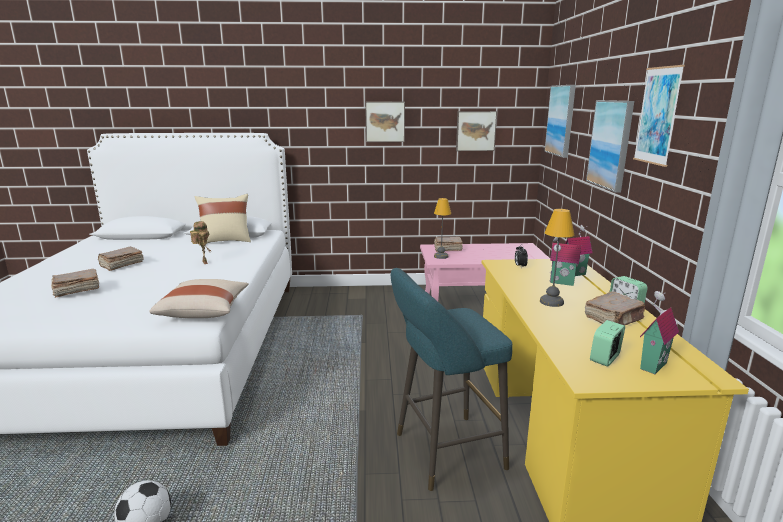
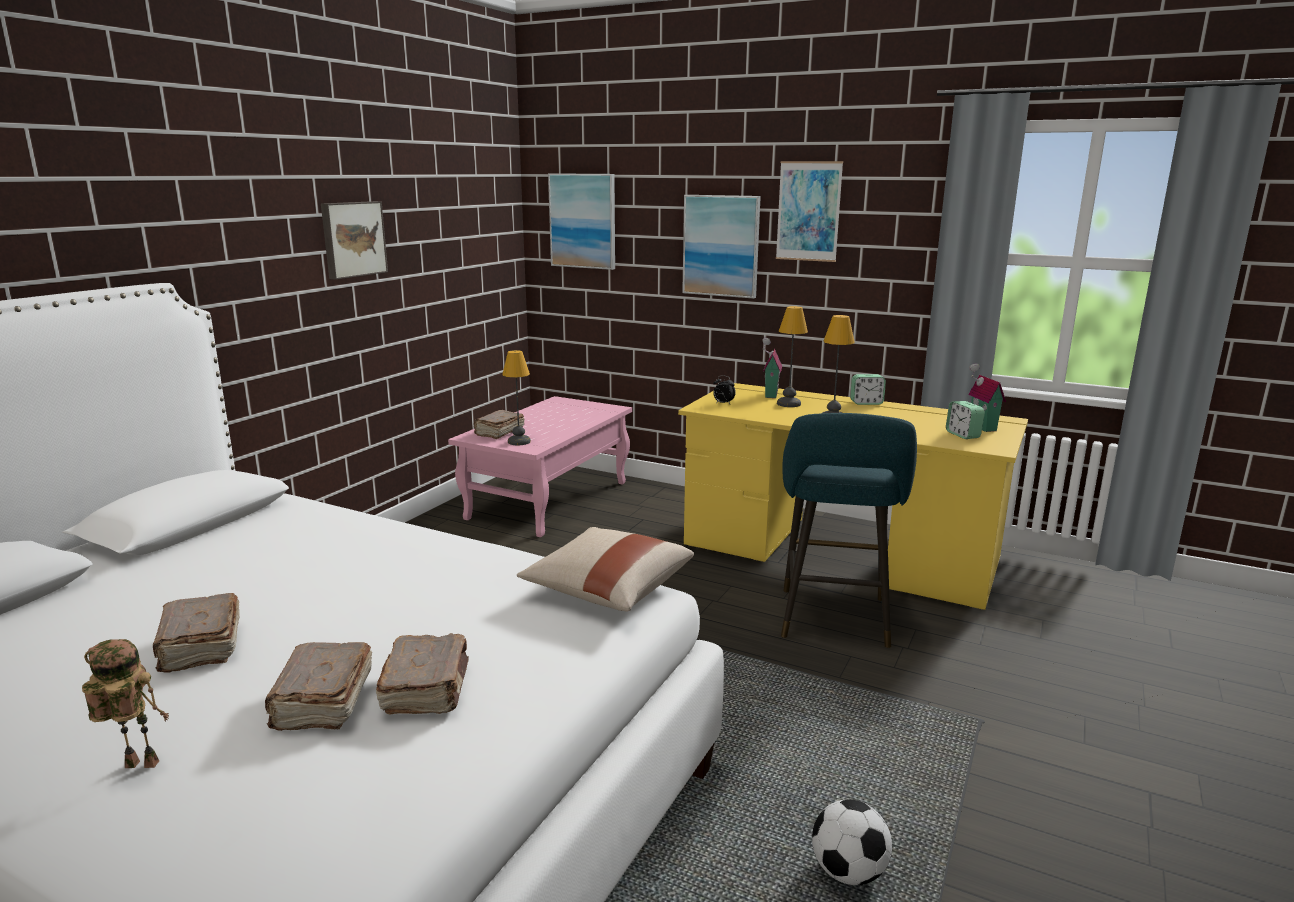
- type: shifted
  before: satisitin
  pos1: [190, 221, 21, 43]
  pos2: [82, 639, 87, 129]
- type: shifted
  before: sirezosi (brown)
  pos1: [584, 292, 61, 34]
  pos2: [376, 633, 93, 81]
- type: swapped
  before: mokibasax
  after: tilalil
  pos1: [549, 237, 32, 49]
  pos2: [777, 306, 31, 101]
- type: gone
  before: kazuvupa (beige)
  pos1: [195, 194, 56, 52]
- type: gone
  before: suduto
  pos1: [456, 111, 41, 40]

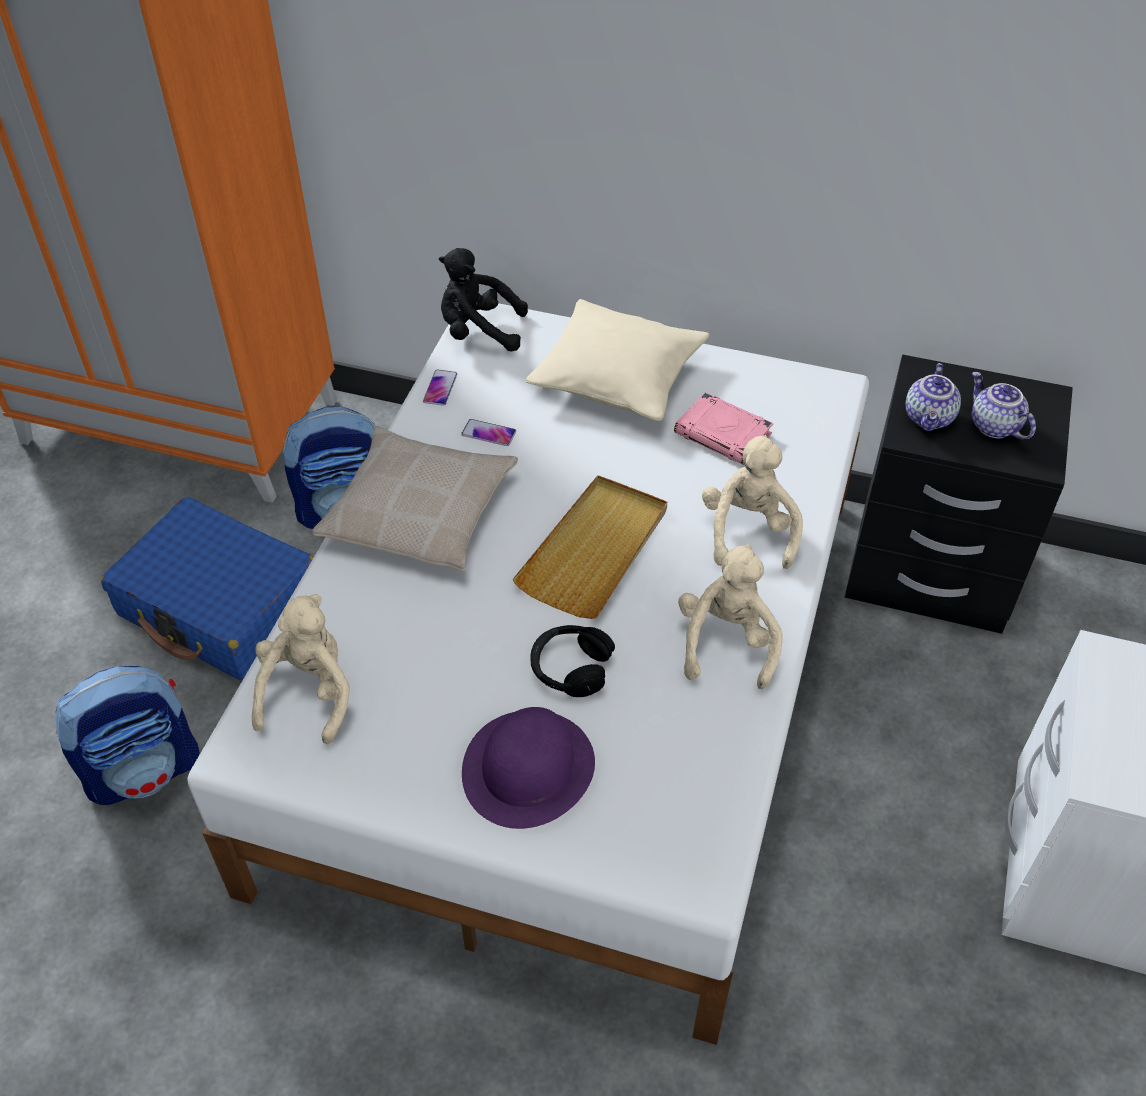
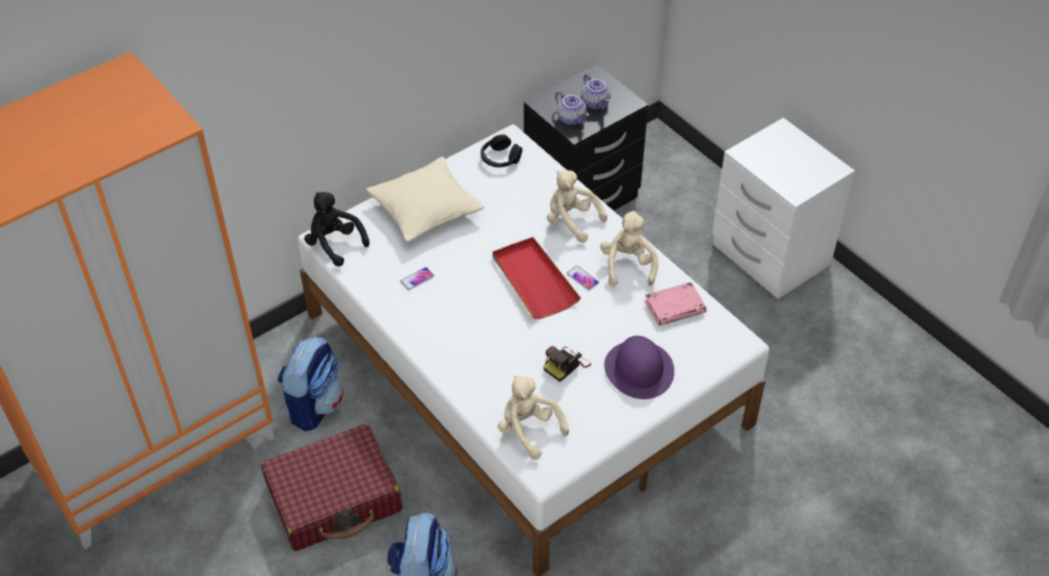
- type: repainted
  before: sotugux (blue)
  after: sotugux (red)
  pos1: [101, 497, 213, 184]
  pos2: [261, 424, 141, 127]
- type: rotated
  before: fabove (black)
  pos1: [439, 248, 89, 104]
  pos2: [304, 192, 65, 75]
  turn: 90
- type: shifted
  before: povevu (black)
  pos1: [531, 625, 84, 72]
  pos2: [481, 134, 41, 33]
- type: repainted
  before: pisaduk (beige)
  after: pisaduk (red)
  pos1: [512, 475, 155, 144]
  pos2: [492, 237, 89, 82]
- type: new
  after: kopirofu
  pos2: [543, 346, 48, 36]
- type: shifted
  before: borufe
  pos1: [423, 369, 34, 37]
  pos2: [567, 266, 32, 24]
- type: rotated
  before: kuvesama
  pos1: [972, 372, 64, 68]
  pos2: [581, 74, 30, 35]
  turn: -120
- type: rotated
  before: fabove (beige)
  pos1: [678, 544, 105, 146]
  pos2: [600, 211, 58, 75]
  turn: 45
- type: shifted
  before: sirezosi (pink)
  pos1: [674, 392, 99, 73]
  pos2: [645, 282, 61, 44]
- type: gone
  before: kazuvupa (beige)
  pos1: [312, 426, 206, 145]

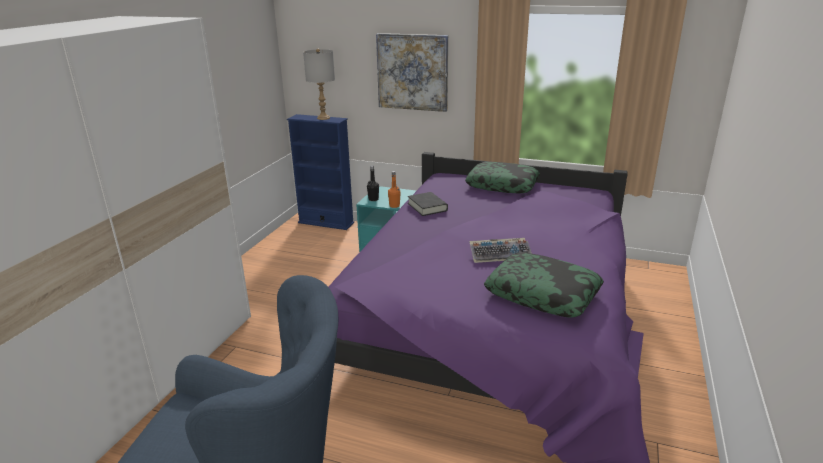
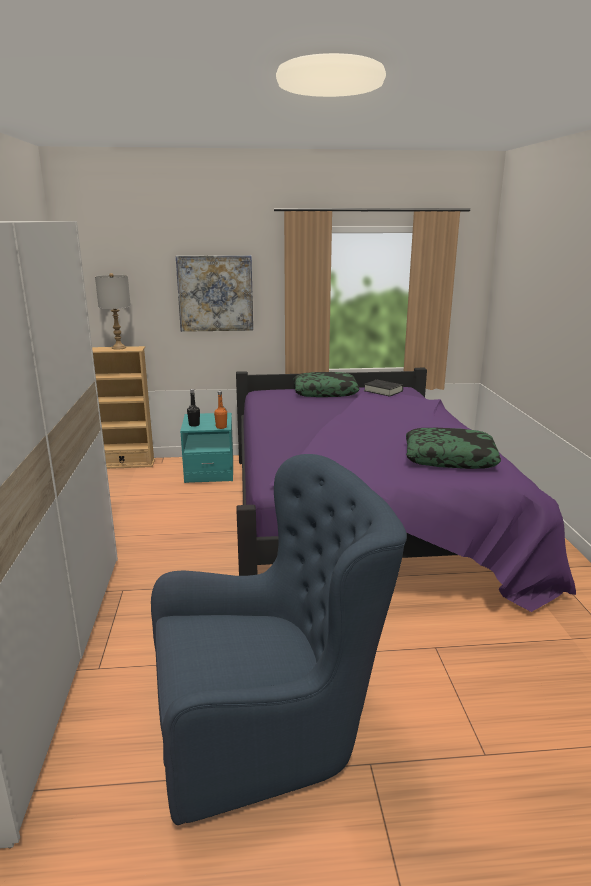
- type: repainted
  before: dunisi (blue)
  after: dunisi (beige)
  pos1: [287, 114, 67, 116]
  pos2: [92, 346, 63, 123]
- type: shifted
  before: sirezosi (black)
  pos1: [408, 192, 40, 24]
  pos2: [364, 380, 39, 17]
- type: gone
  before: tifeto
  pos1: [469, 238, 63, 25]

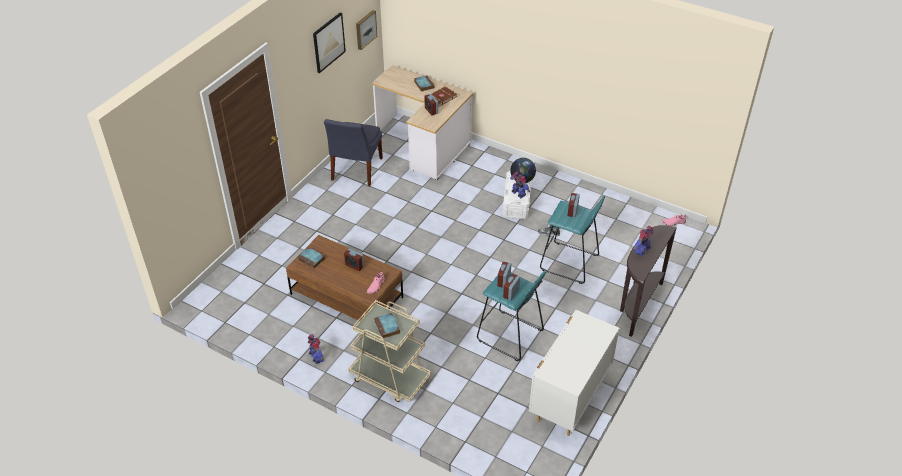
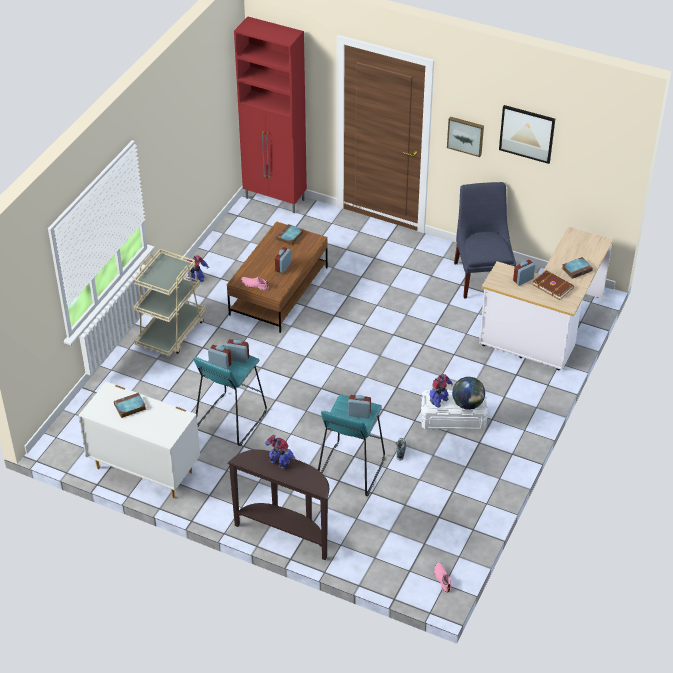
- type: shifted
  before: sirezosi
  pos1: [374, 313, 26, 25]
  pos2: [114, 393, 32, 25]
- type: new
  after: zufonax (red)
  pos2: [234, 17, 73, 196]
- type: shifted
  before: suduto
  pos1: [356, 10, 21, 40]
  pos2: [447, 116, 37, 41]
- type: rotated
  before: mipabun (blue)
  pos1: [324, 119, 59, 67]
  pos2: [454, 182, 62, 117]
  turn: 75

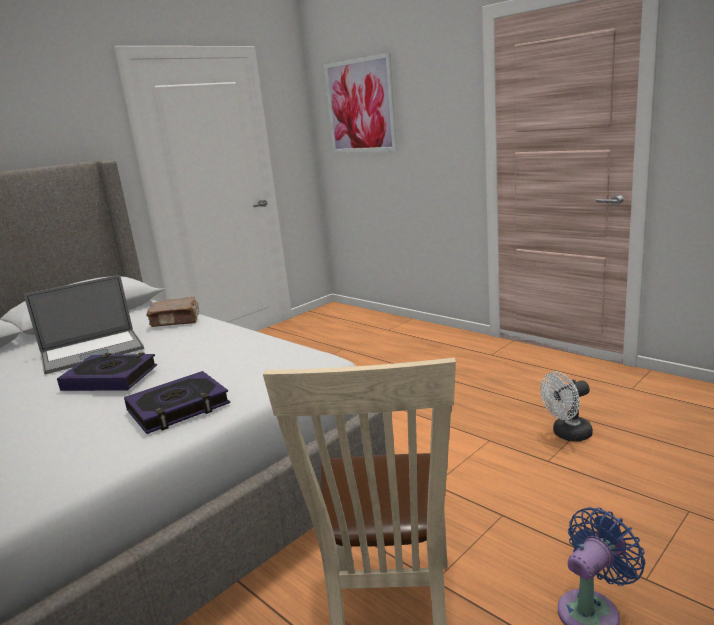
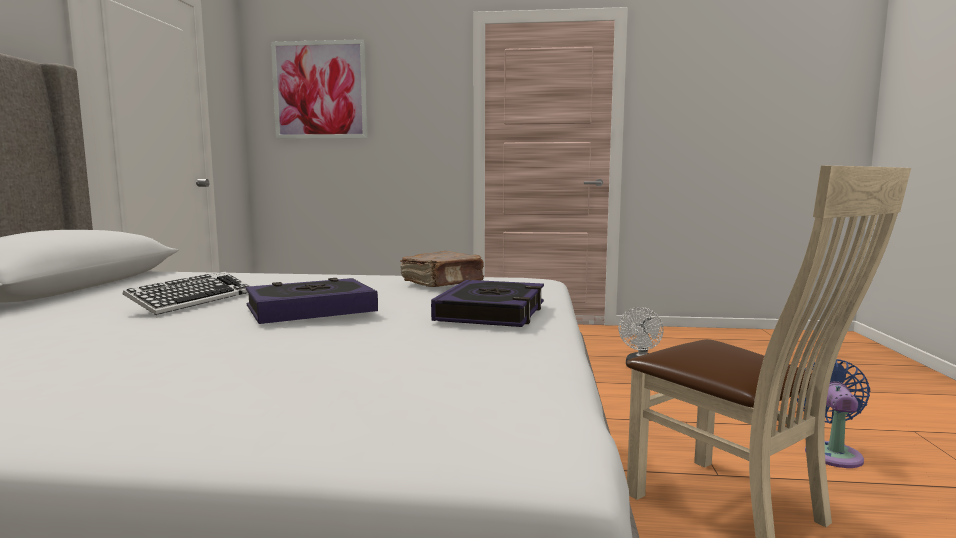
- type: swapped
  before: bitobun
  after: tifeto
  pos1: [24, 275, 120, 100]
  pos2: [123, 271, 127, 44]
- type: shifted
  before: sirezosi (brown)
  pos1: [147, 297, 52, 30]
  pos2: [400, 251, 84, 36]

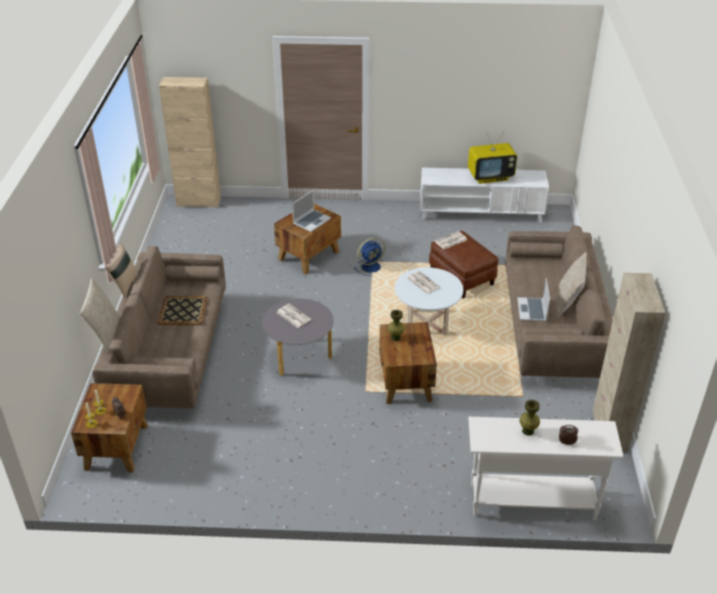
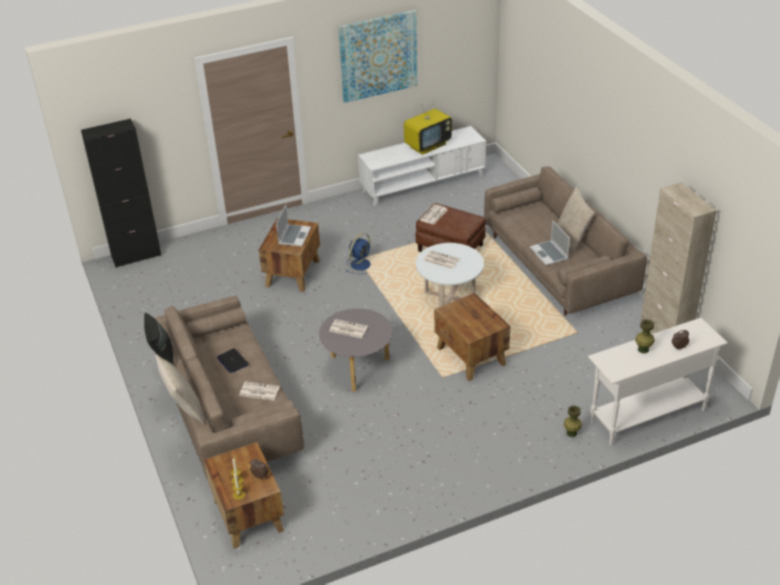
- type: repainted
  before: zufonax (beige)
  after: zufonax (black)
  pos1: [159, 77, 62, 131]
  pos2: [81, 119, 81, 149]
- type: repainted
  before: kazuvupa (beige)
  after: kazuvupa (black)
  pos1: [105, 243, 33, 55]
  pos2: [144, 313, 30, 52]
- type: swapped
  before: pisaduk
  after: bitobun
  pos1: [157, 296, 51, 29]
  pos2: [217, 348, 32, 25]
- type: new
  after: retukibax
  pos2: [239, 381, 41, 20]
- type: new
  after: suduto
  pos2: [338, 10, 79, 93]
- type: shifted
  before: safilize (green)
  pos1: [388, 310, 17, 31]
  pos2: [564, 405, 18, 32]

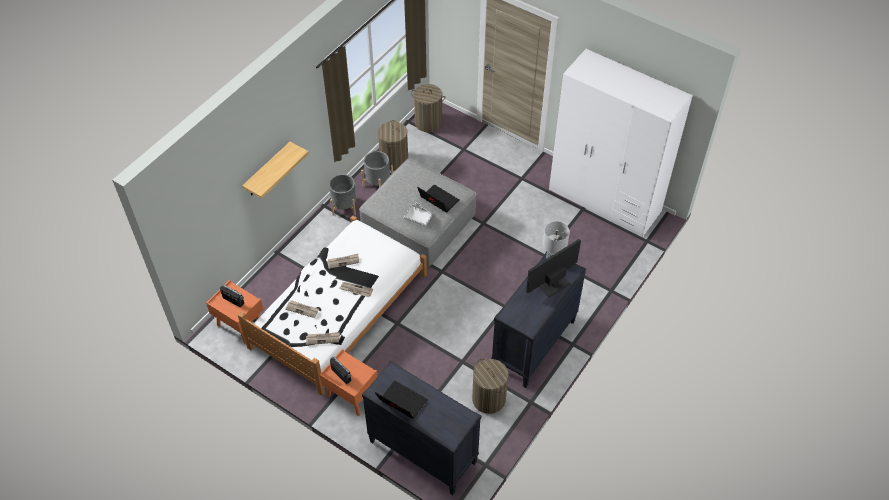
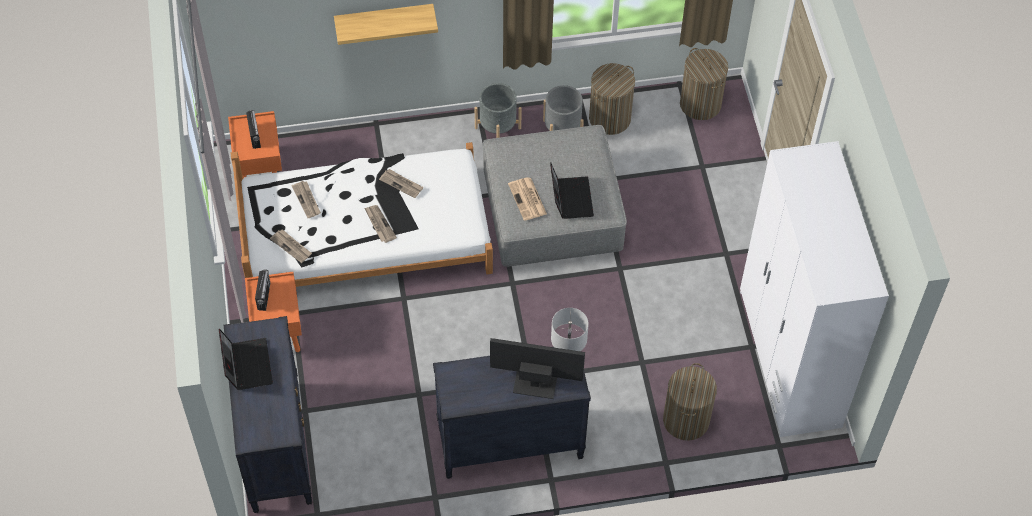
- type: swapped
  before: pisaduk (grey)
  after: retukibax
  pos1: [404, 203, 28, 23]
  pos2: [508, 177, 39, 44]
- type: shifted
  before: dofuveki
  pos1: [472, 358, 37, 56]
  pos2: [663, 363, 54, 78]

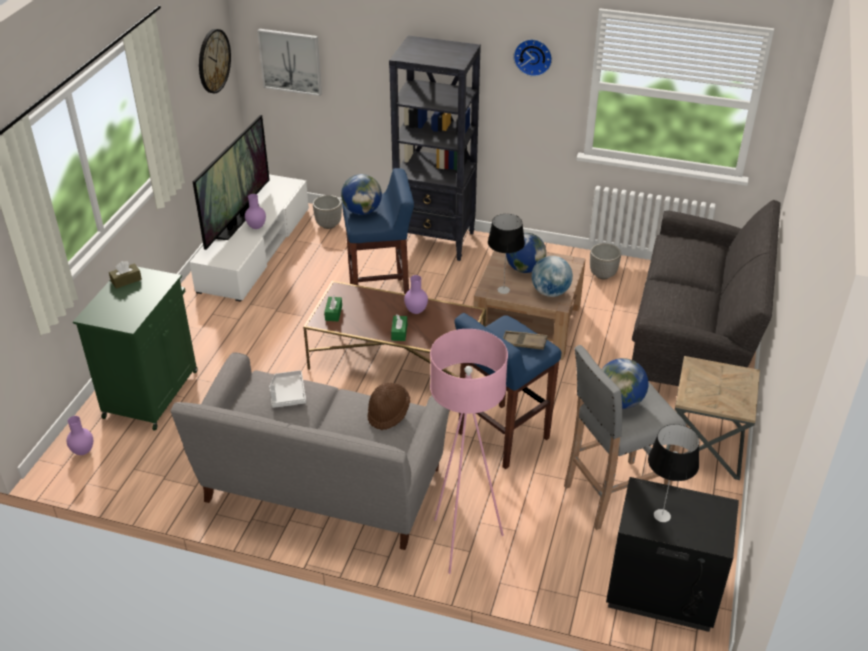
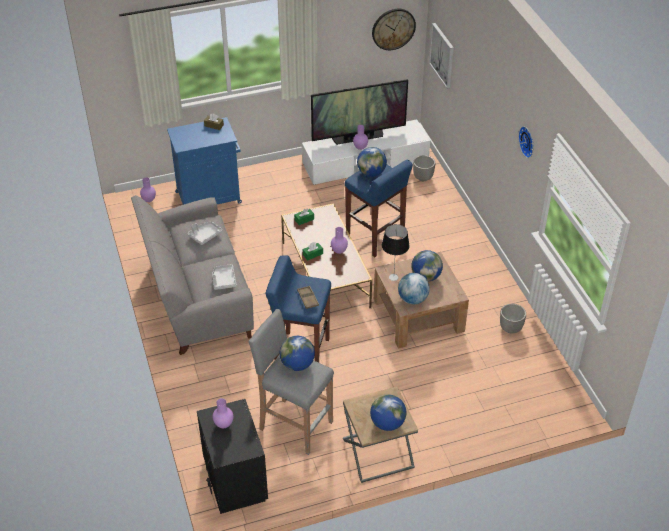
- type: repainted
  before: zufonax (green)
  after: zufonax (blue)
  pos1: [73, 267, 125, 164]
  pos2: [167, 117, 75, 88]
- type: swapped
  before: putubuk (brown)
  after: pisaduk (grey)
  pos1: [367, 383, 43, 47]
  pos2: [212, 264, 25, 26]
- type: swapped
  before: tilalil
  after: safilize (purple)
  pos1: [648, 424, 51, 98]
  pos2: [213, 398, 20, 30]
- type: new
  after: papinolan
  pos2: [370, 394, 36, 37]
- type: gone
  before: dunisi (black)
  pos1: [389, 36, 92, 225]
- type: gone
  before: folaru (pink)
  pos1: [430, 329, 78, 245]
- type: gone
  before: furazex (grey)
  pos1: [632, 200, 149, 186]

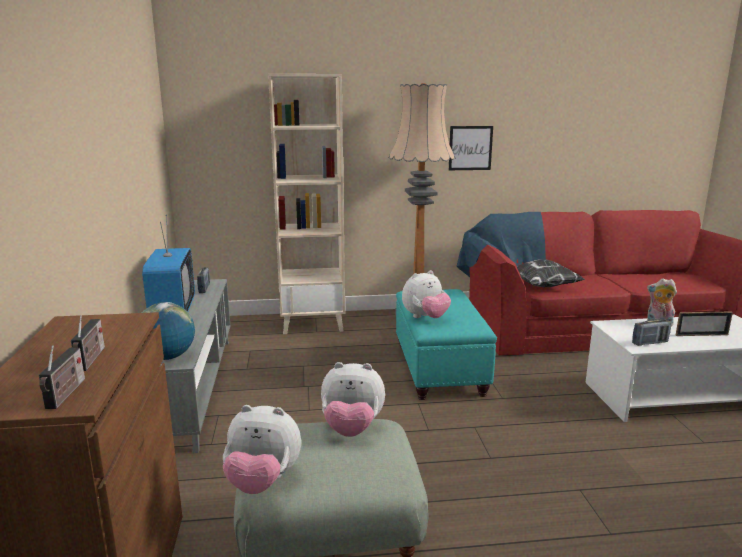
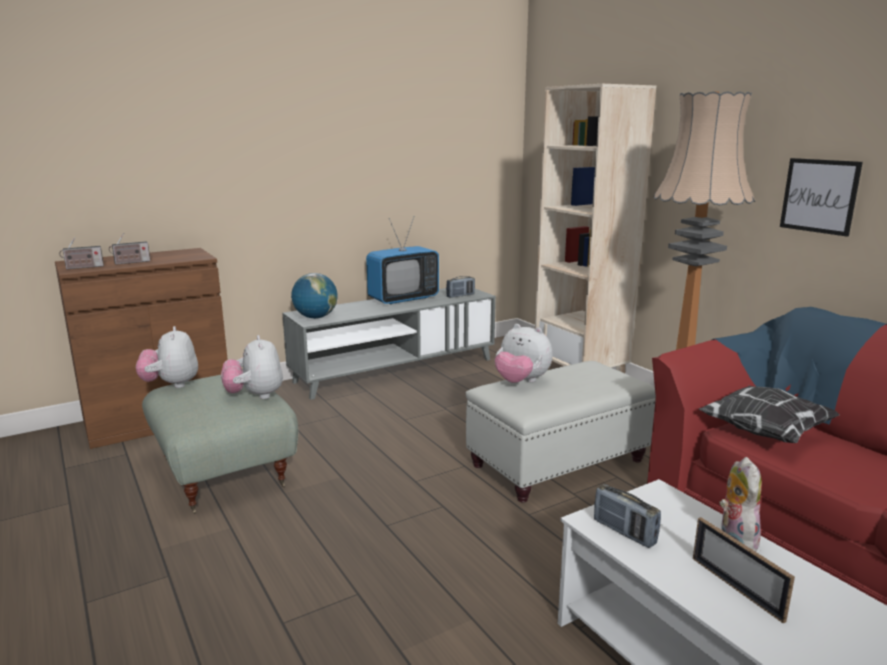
- type: repainted
  before: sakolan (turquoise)
  after: sakolan (white)
  pos1: [396, 289, 101, 111]
  pos2: [466, 361, 190, 142]

